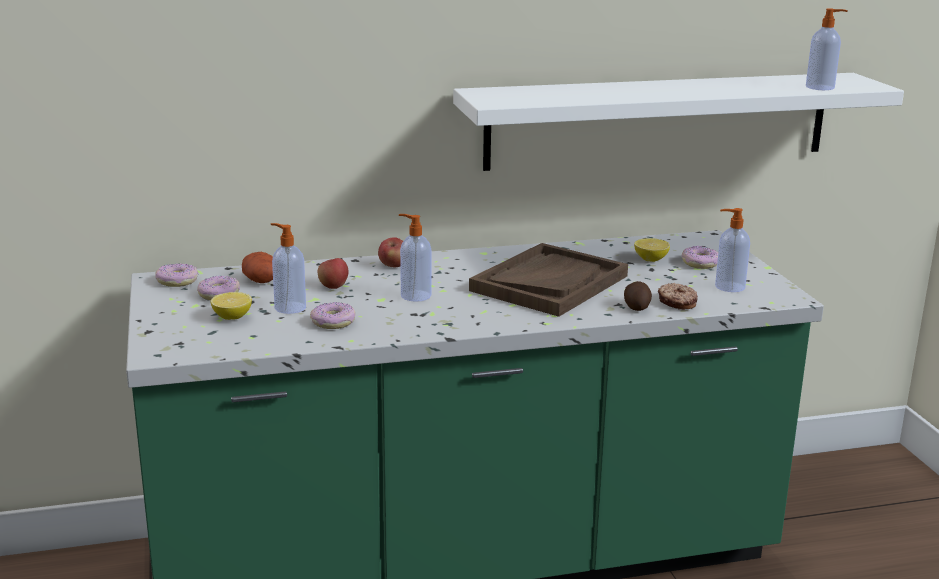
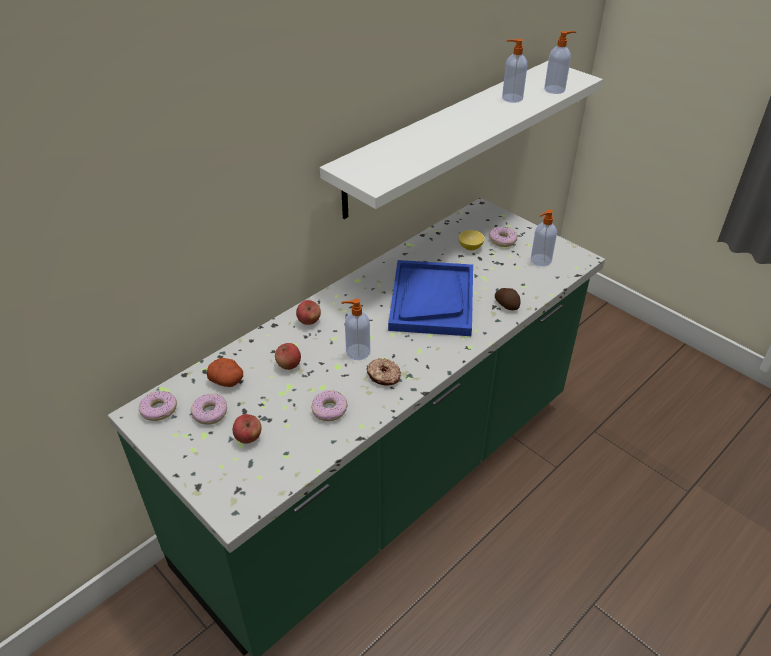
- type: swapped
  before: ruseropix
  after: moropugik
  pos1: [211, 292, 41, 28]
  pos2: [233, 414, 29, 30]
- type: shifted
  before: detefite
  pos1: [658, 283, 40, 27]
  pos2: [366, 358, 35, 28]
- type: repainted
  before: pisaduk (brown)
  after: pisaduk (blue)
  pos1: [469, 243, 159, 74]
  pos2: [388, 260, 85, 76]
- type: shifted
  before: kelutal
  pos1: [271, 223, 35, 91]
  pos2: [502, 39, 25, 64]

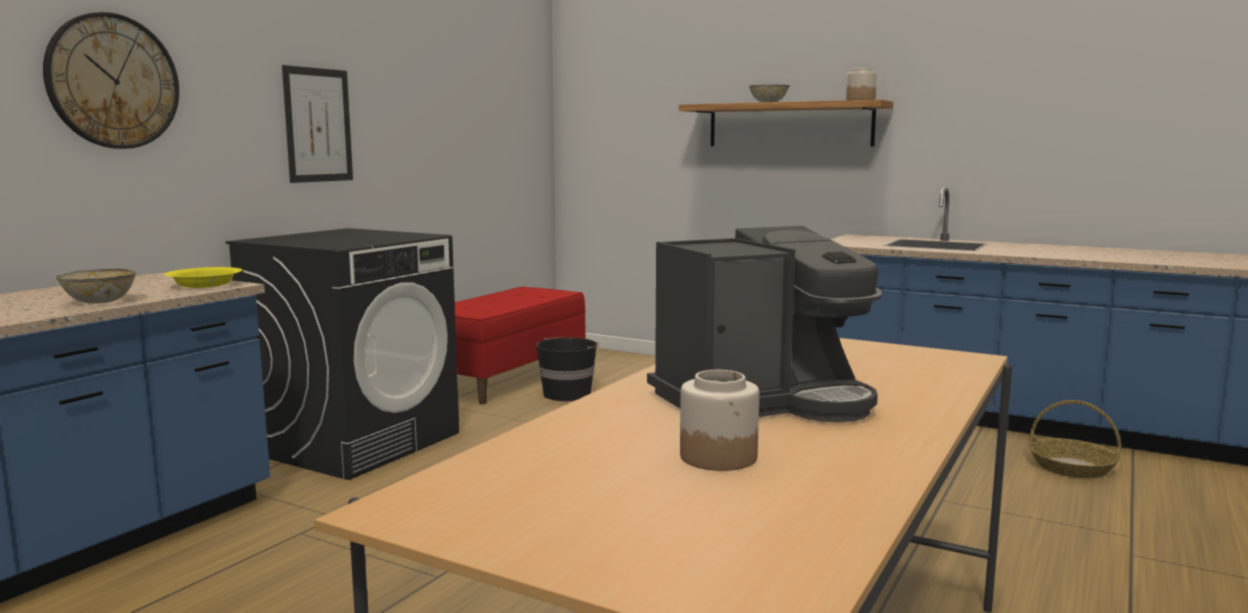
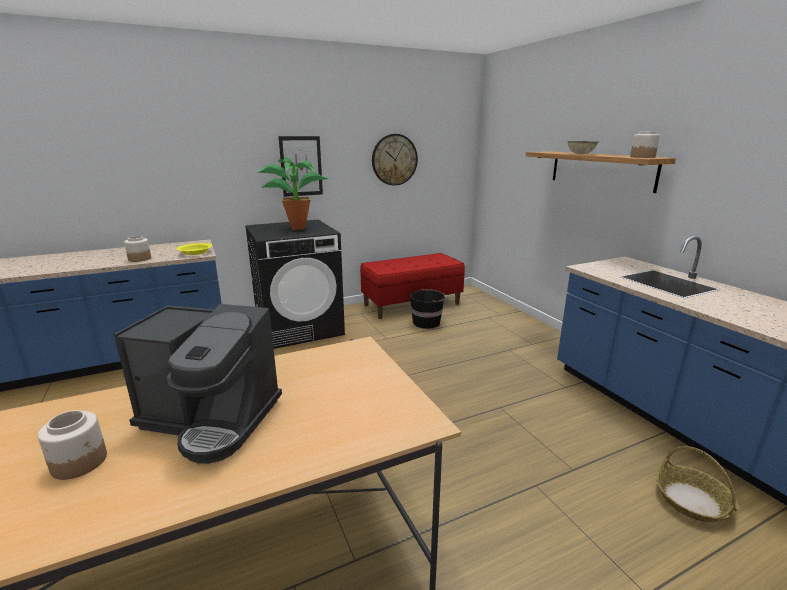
- type: swapped
  before: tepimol
  after: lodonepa
  pos1: [56, 269, 80, 35]
  pos2: [124, 236, 27, 26]
- type: new
  after: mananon
  pos2: [257, 157, 72, 73]
- type: shifted
  before: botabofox
  pos1: [43, 12, 136, 137]
  pos2: [372, 134, 46, 52]

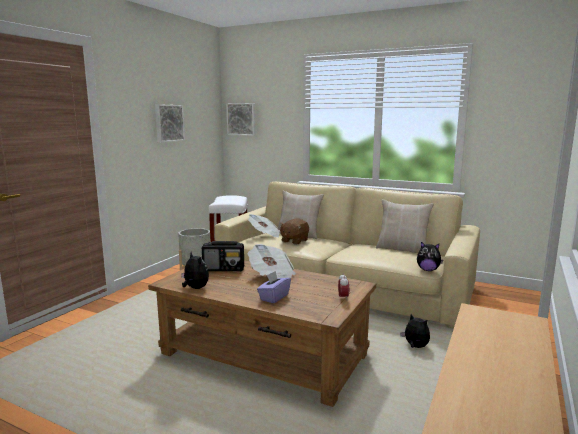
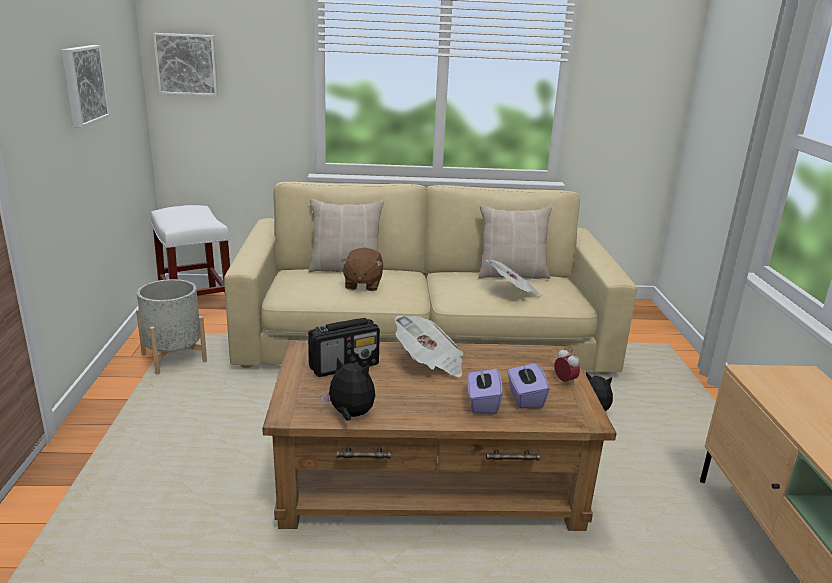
- type: shifted
  before: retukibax
  pos1: [248, 214, 32, 24]
  pos2: [486, 260, 57, 36]
- type: new
  after: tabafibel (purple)
  pos2: [507, 363, 42, 45]
- type: gone
  before: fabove
  pos1: [417, 242, 26, 29]

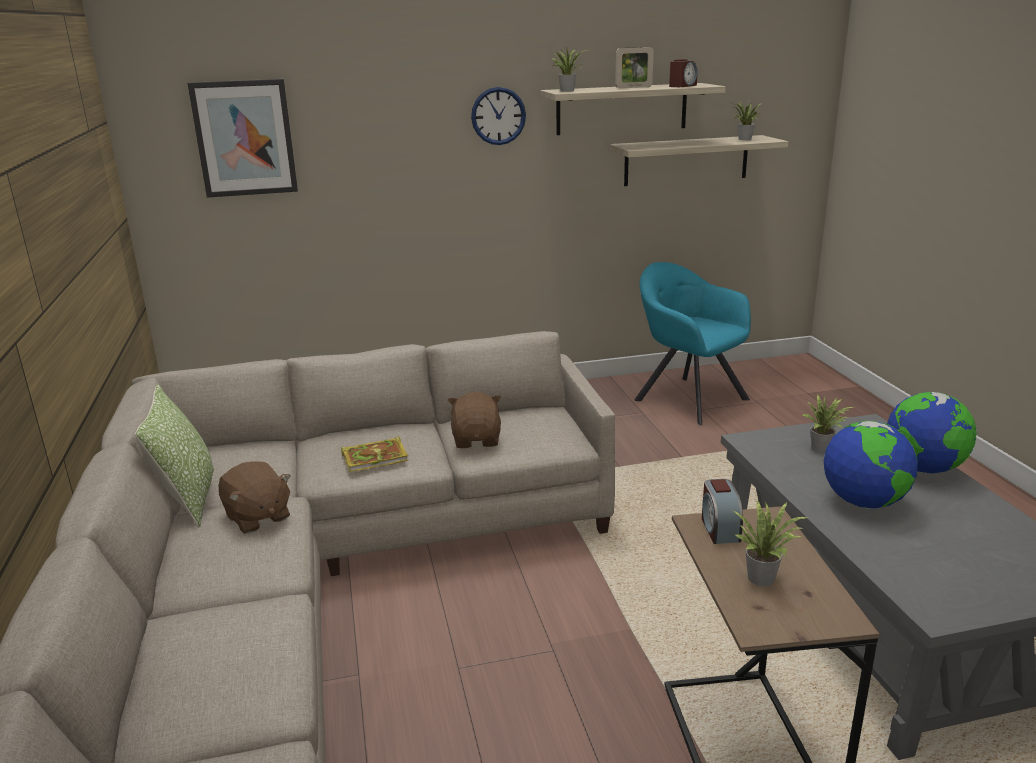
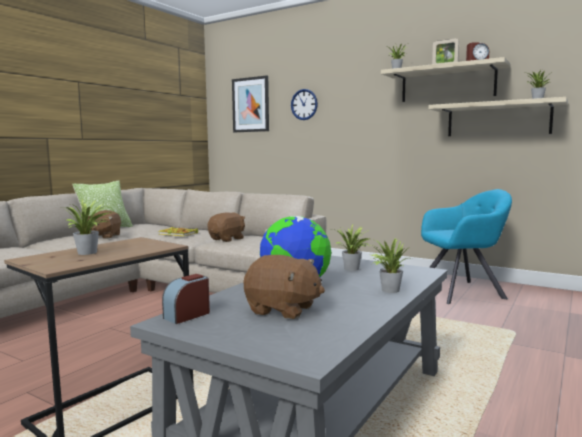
- type: shifted
  before: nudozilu
  pos1: [702, 479, 41, 65]
  pos2: [162, 274, 48, 50]
- type: new
  after: fabove (brown)
  pos2: [244, 255, 81, 64]
- type: shifted
  before: botabofox
  pos1: [471, 87, 55, 58]
  pos2: [291, 89, 27, 31]
- type: swapped
  before: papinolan
  after: mananon
  pos1: [887, 392, 90, 82]
  pos2: [371, 238, 41, 55]
- type: rotated
  before: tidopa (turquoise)
  pos1: [634, 262, 117, 163]
  pos2: [421, 189, 91, 115]
  turn: 75

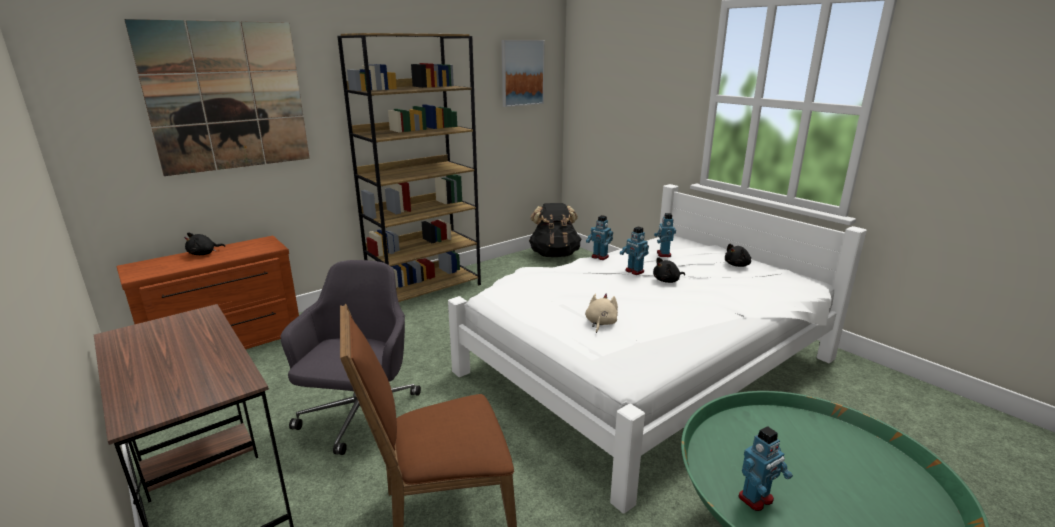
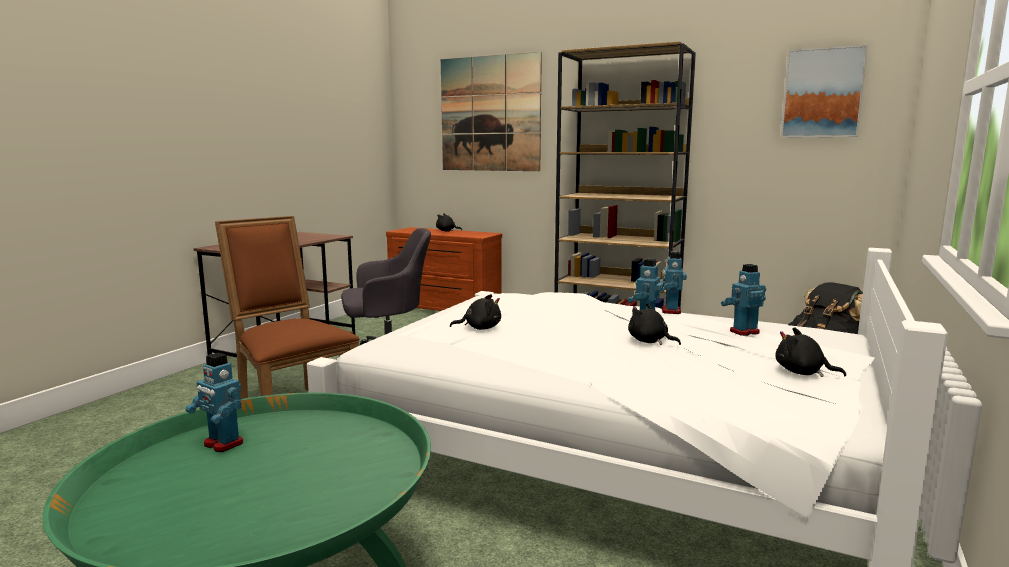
- type: repainted
  before: fabove (beige)
  after: fabove (black)
  pos1: [585, 293, 33, 40]
  pos2: [450, 294, 51, 36]

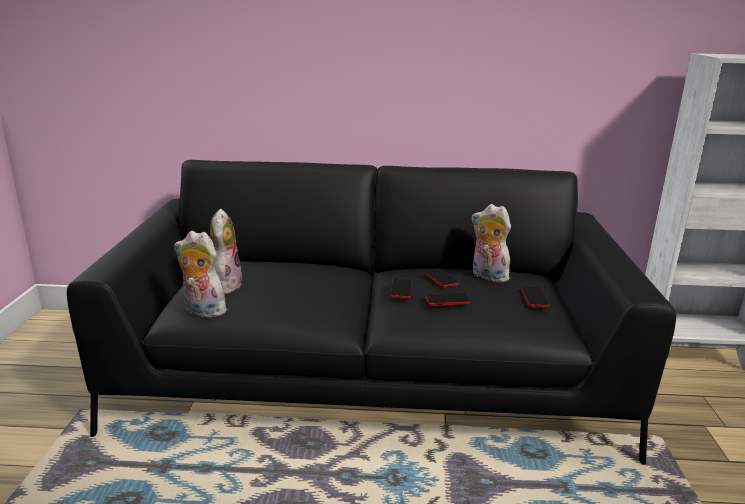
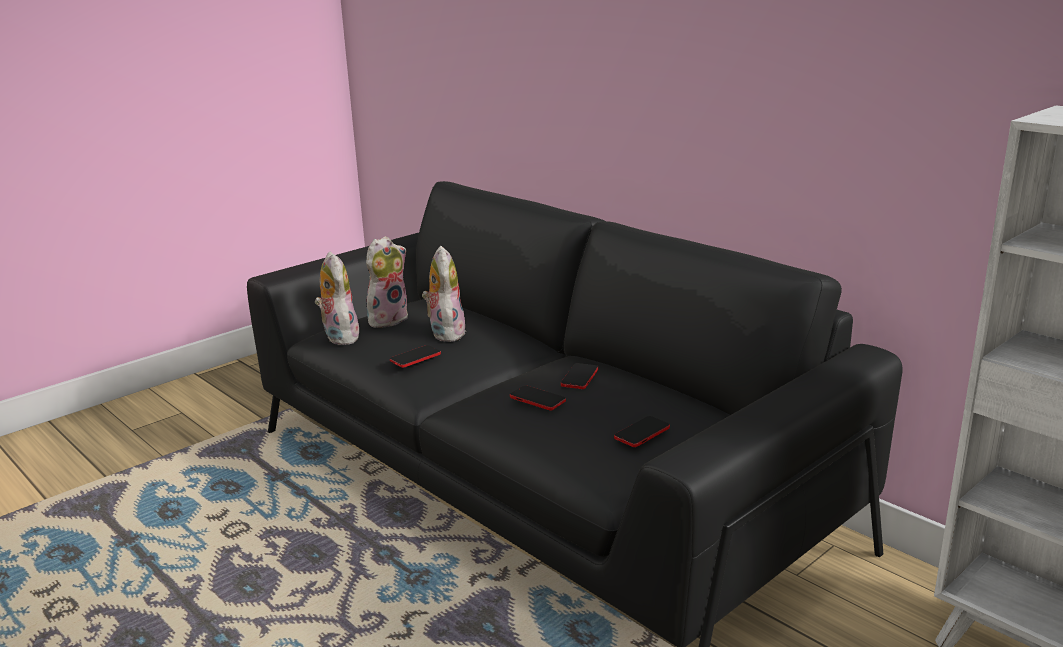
- type: shifted
  before: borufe
  pos1: [391, 279, 21, 20]
  pos2: [390, 345, 51, 23]
- type: shifted
  before: fabove
  pos1: [472, 204, 41, 78]
  pos2: [422, 246, 44, 96]

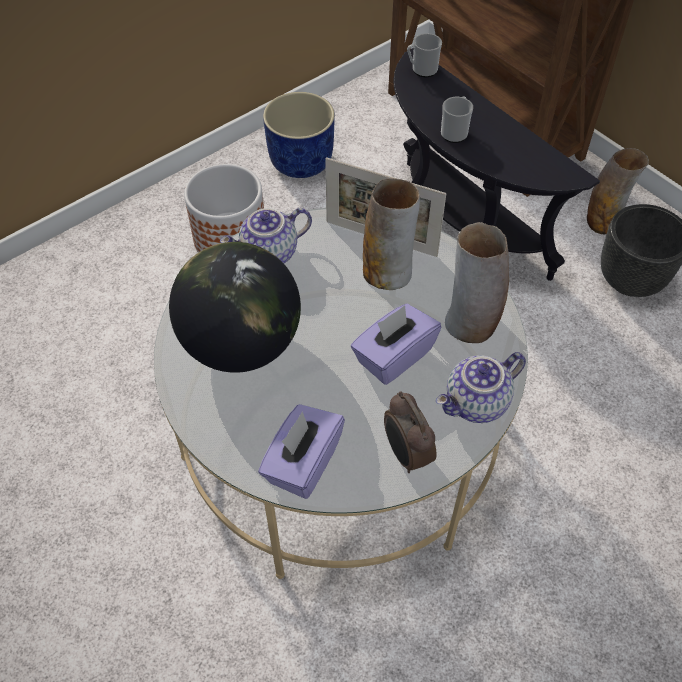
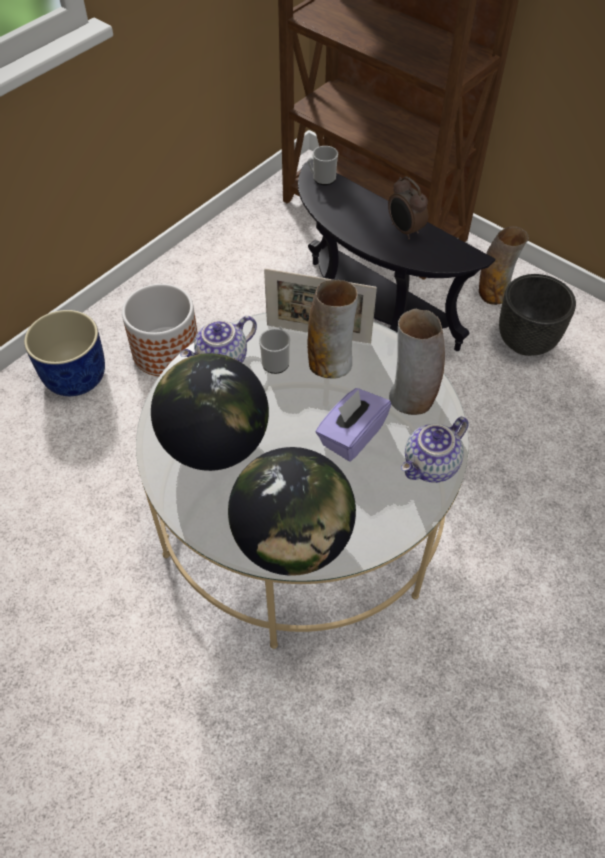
- type: shifted
  before: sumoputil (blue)
  pos1: [263, 92, 72, 86]
  pos2: [24, 310, 81, 86]
- type: swapped
  before: tabafibel (purple)
  after: papinolan
  pos1: [258, 404, 87, 95]
  pos2: [228, 447, 128, 129]
- type: shifted
  before: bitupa
  pos1: [441, 97, 32, 46]
  pos2: [259, 327, 31, 47]
- type: shifted
  before: nudozilu
  pos1: [384, 391, 52, 82]
  pos2: [388, 176, 40, 64]

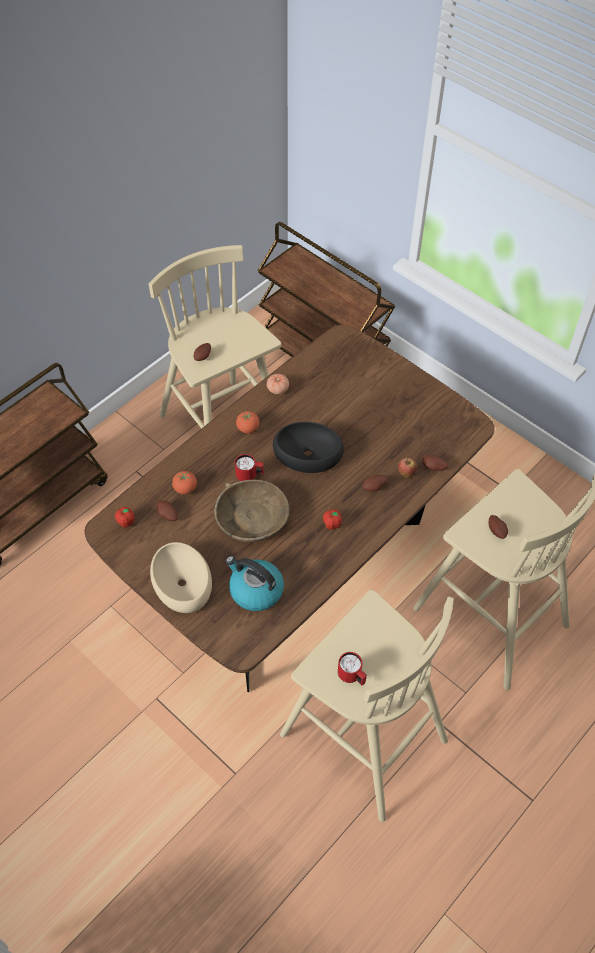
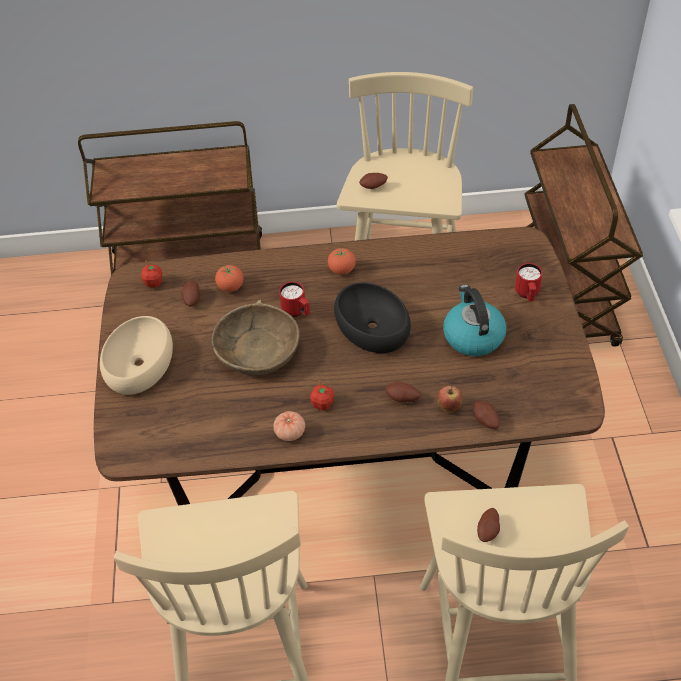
- type: shifted
  before: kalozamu
  pos1: [267, 374, 22, 20]
  pos2: [273, 411, 32, 30]
- type: shifted
  before: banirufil
  pos1: [226, 556, 58, 55]
  pos2: [443, 285, 63, 71]
- type: shifted
  before: bitupa (red)
  pos1: [338, 652, 29, 33]
  pos2: [515, 263, 28, 38]

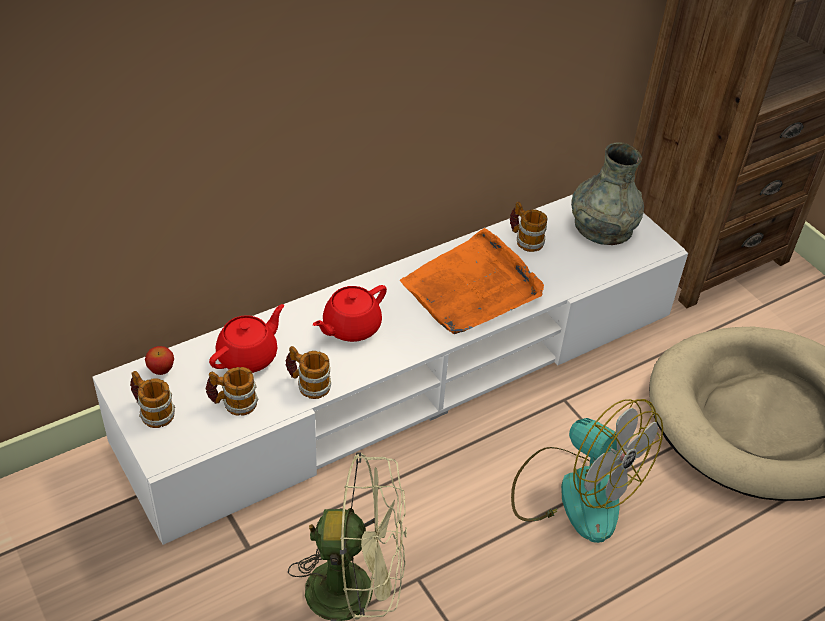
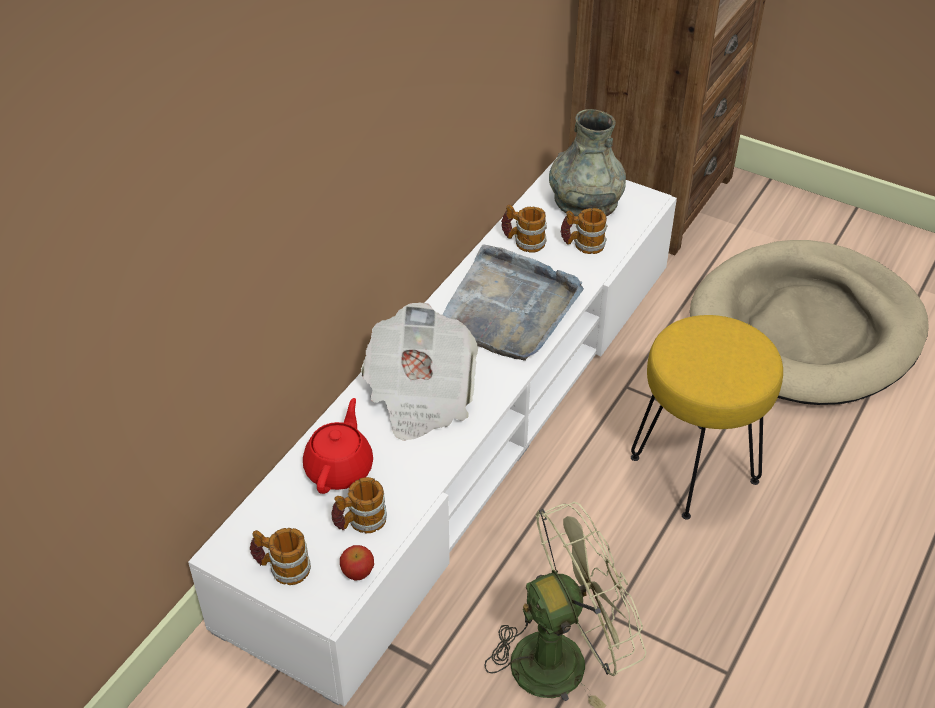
- type: shifted
  before: moropugik
  pos1: [145, 346, 29, 29]
  pos2: [340, 545, 34, 36]
- type: swapped
  before: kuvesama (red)
  after: retukibax
  pos1: [313, 285, 74, 57]
  pos2: [361, 302, 117, 139]
- type: repainted
  before: pisaduk (orange)
  after: pisaduk (grey)
  pos1: [400, 228, 144, 107]
  pos2: [443, 244, 141, 117]
- type: shifted
  before: bitupa
  pos1: [285, 346, 46, 53]
  pos2: [560, 208, 47, 46]
- type: swapped
  before: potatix
  after: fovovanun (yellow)
  pos1: [511, 399, 152, 144]
  pos2: [631, 315, 152, 205]

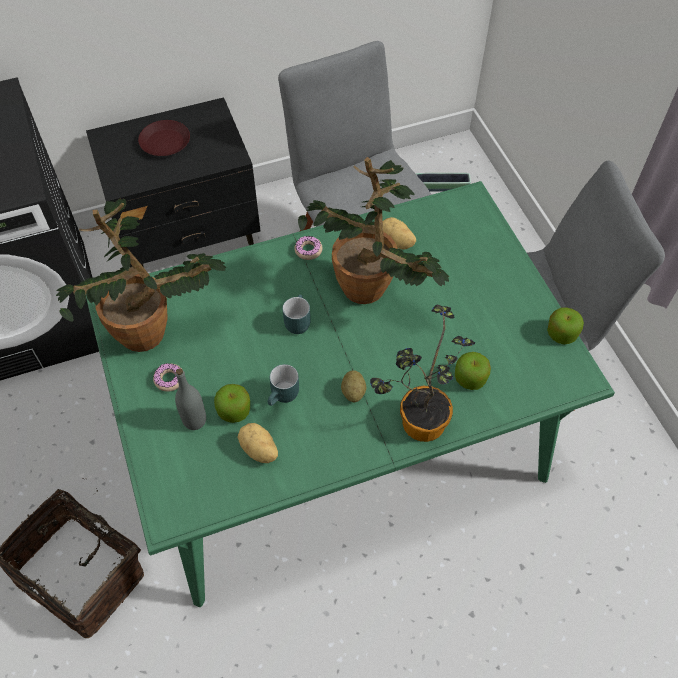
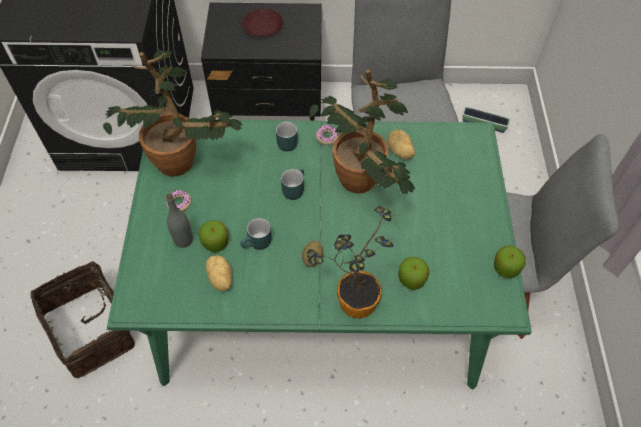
- type: new
  after: bitupa (turquoise)
  pos2: [276, 121, 22, 31]

